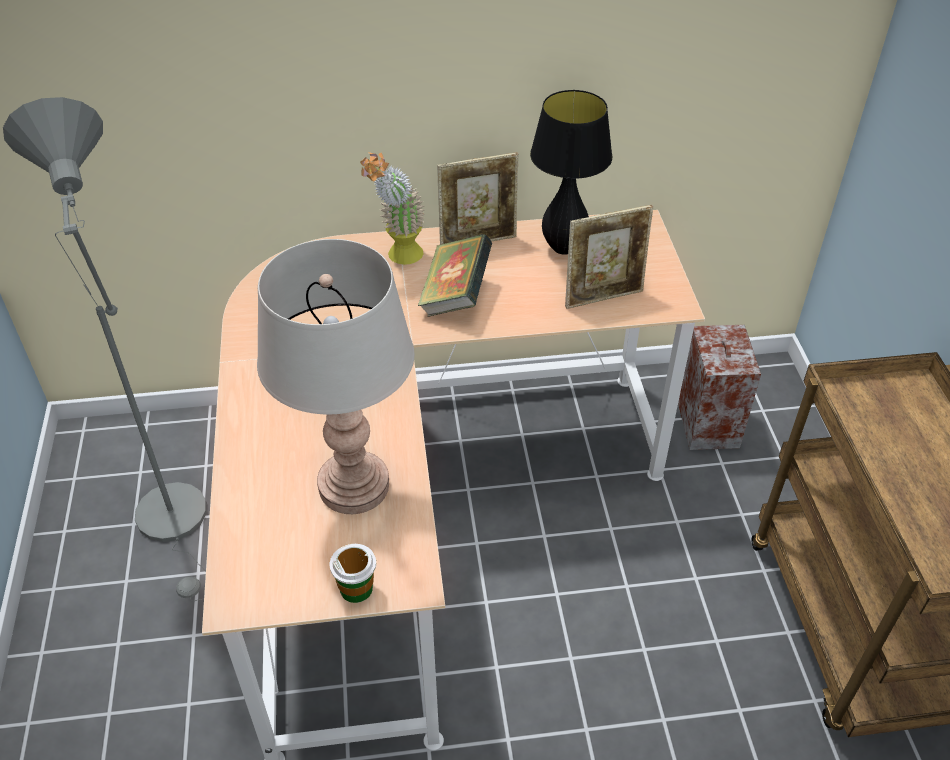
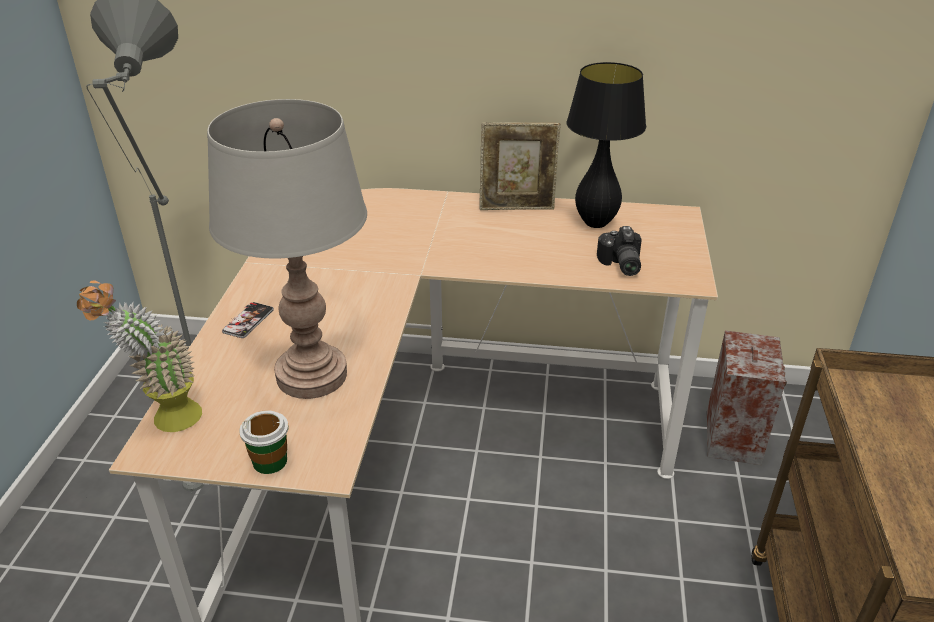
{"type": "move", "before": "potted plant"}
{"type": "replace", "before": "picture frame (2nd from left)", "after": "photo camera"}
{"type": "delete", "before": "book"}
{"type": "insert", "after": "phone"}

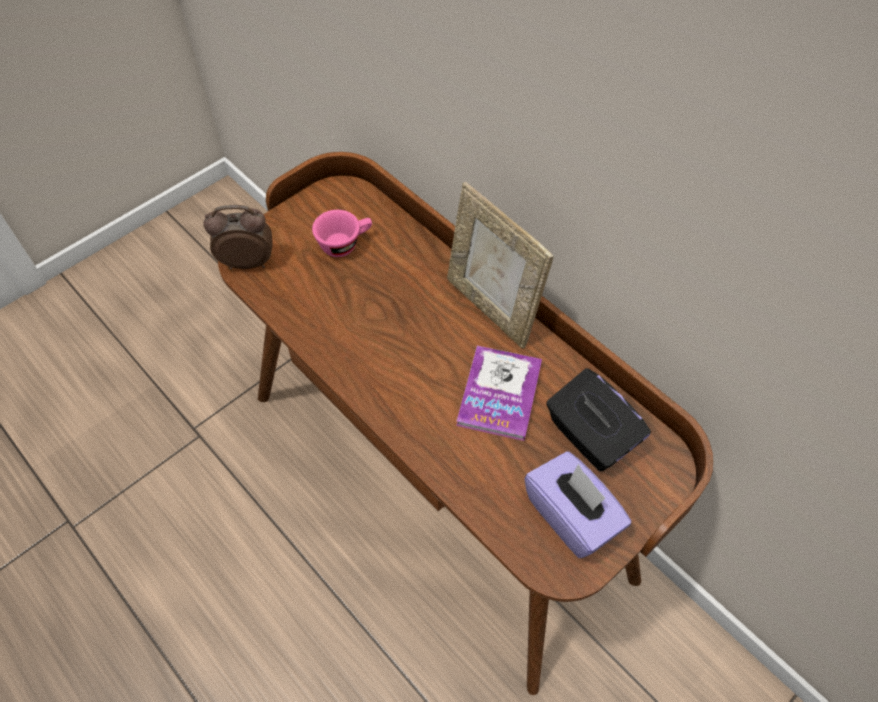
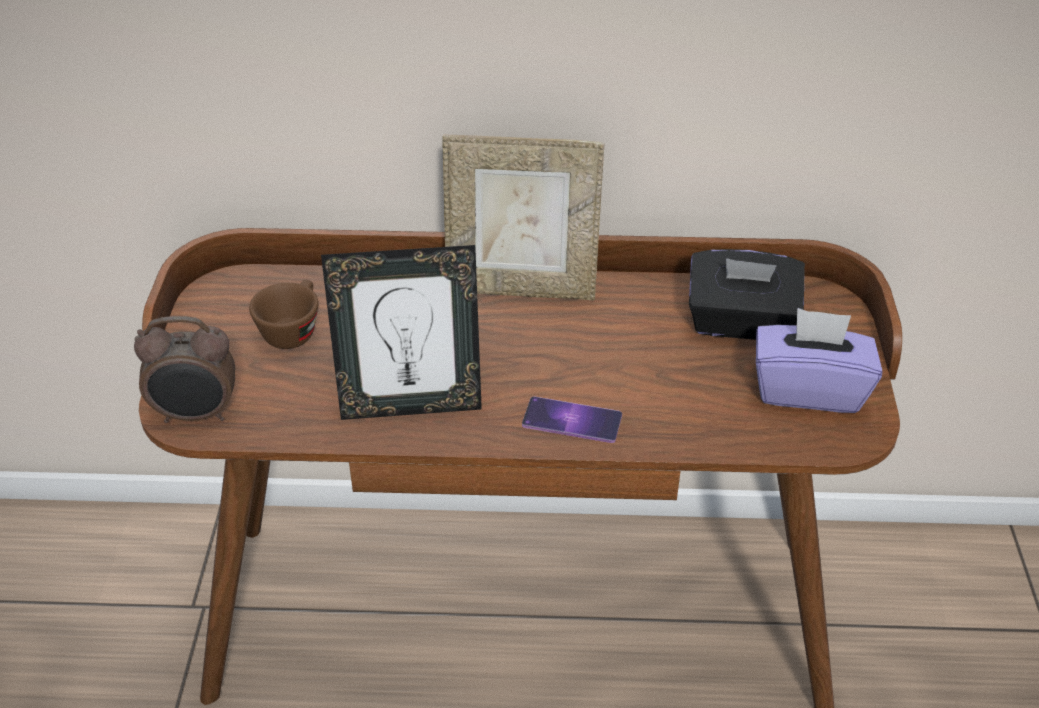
{"type": "rotate", "before": "alarm clock", "turn": -135}
{"type": "recolor", "before": "pink cup", "after": "brown cup"}
{"type": "delete", "before": "book"}
{"type": "insert", "after": "picture frame (1st from left)"}
{"type": "insert", "after": "phone"}

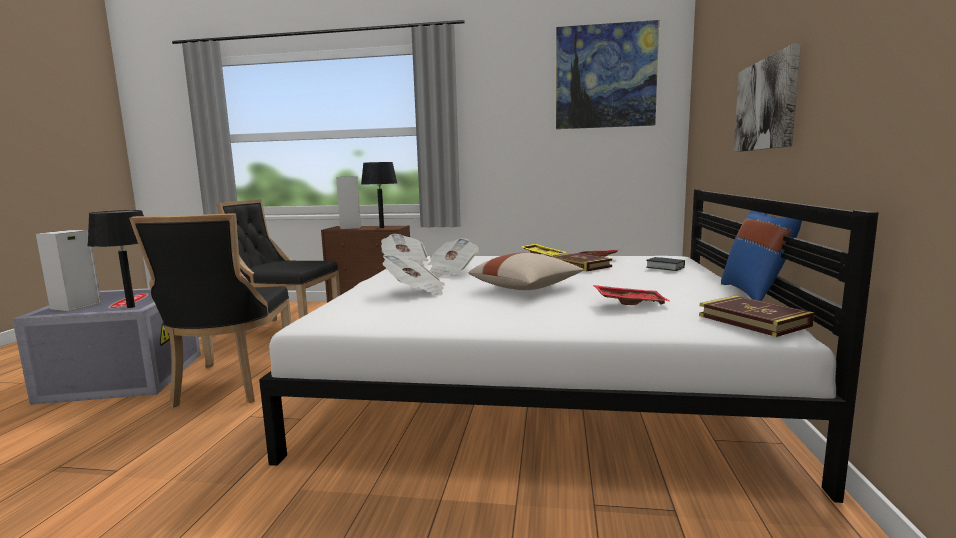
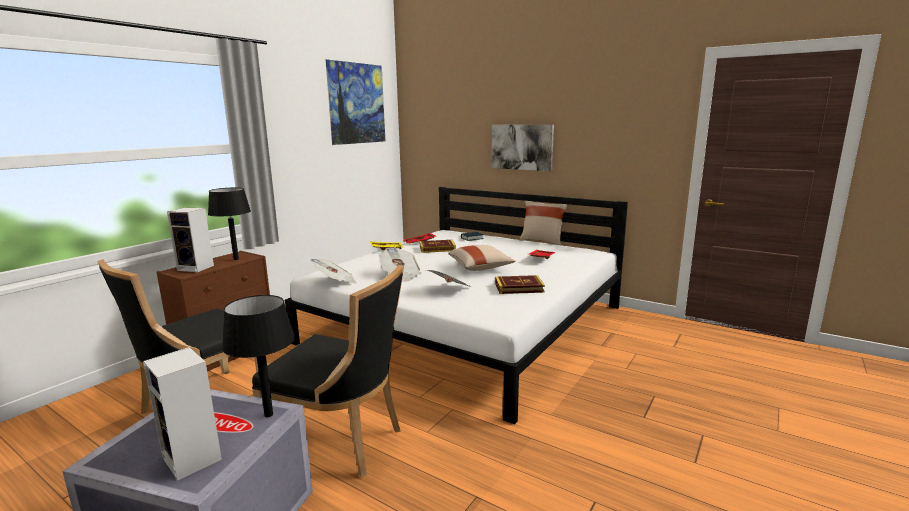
{"type": "recolor", "before": "blue pillow", "after": "beige pillow (2nd from left)"}
{"type": "move", "before": "book (3rd from left)"}

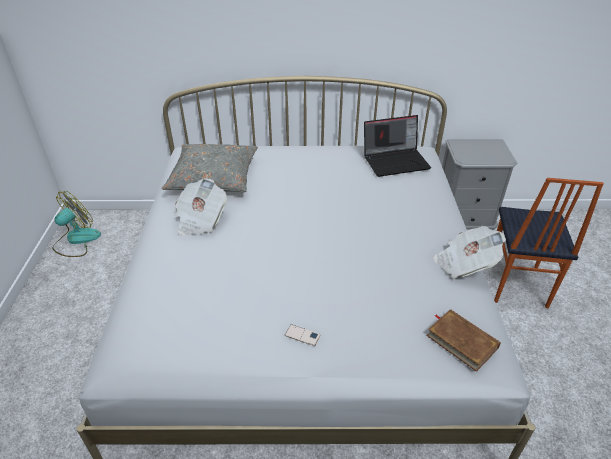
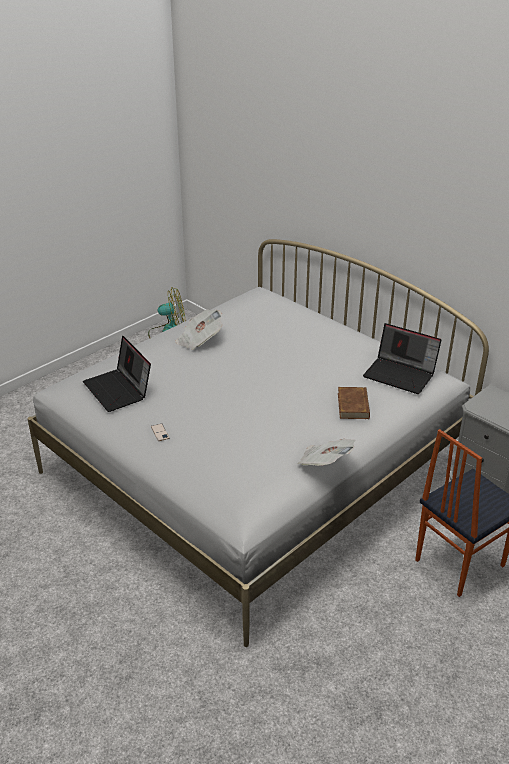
{"type": "delete", "before": "grey pillow"}
{"type": "move", "before": "brown book"}
{"type": "insert", "after": "laptop (1st from left)"}

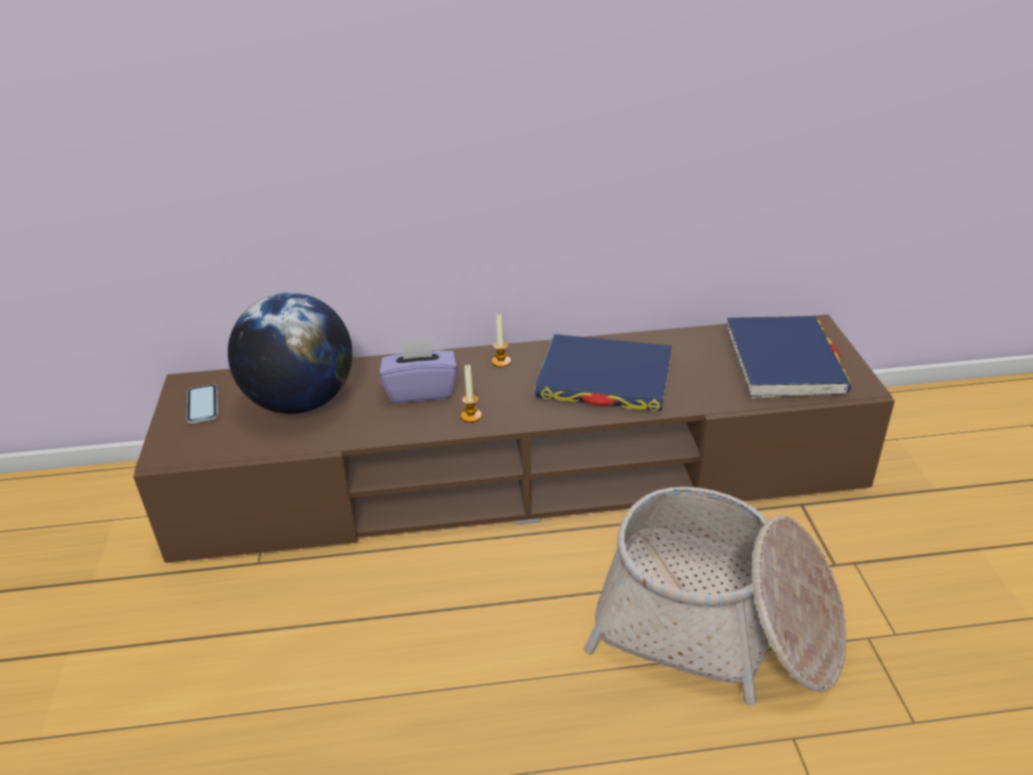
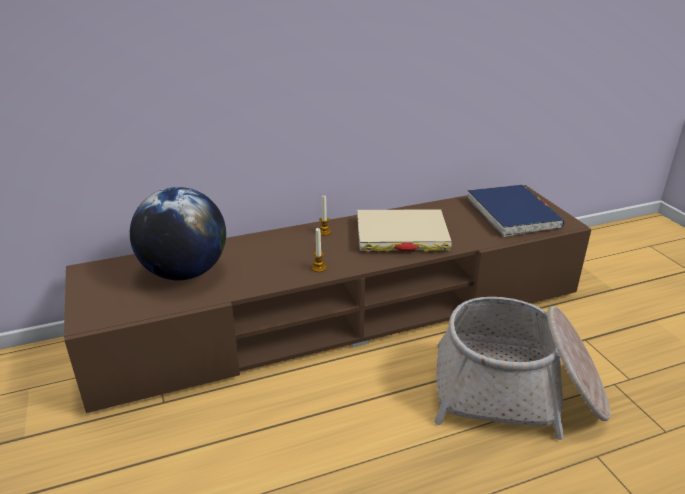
{"type": "recolor", "before": "blue book (1st from left)", "after": "beige book"}
{"type": "delete", "before": "purple tissue box"}
{"type": "delete", "before": "phone"}

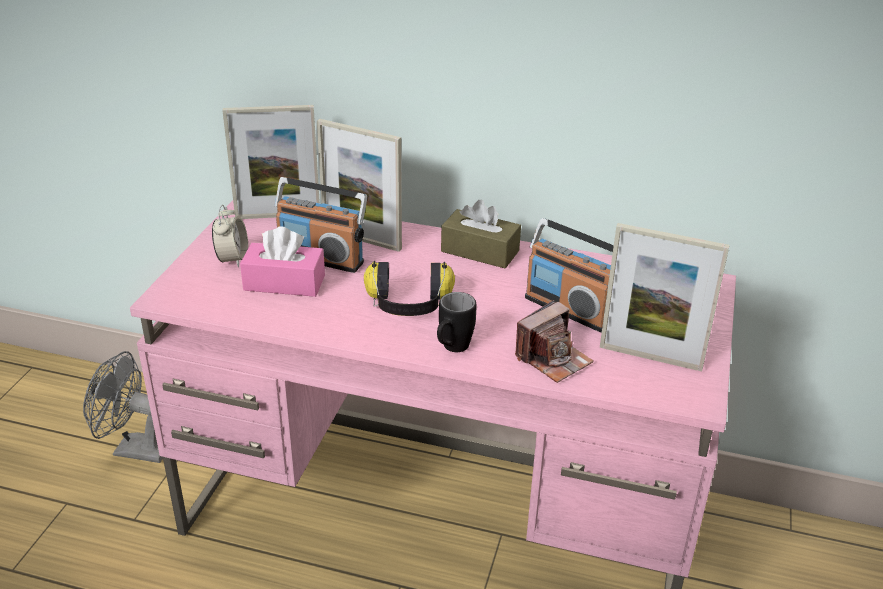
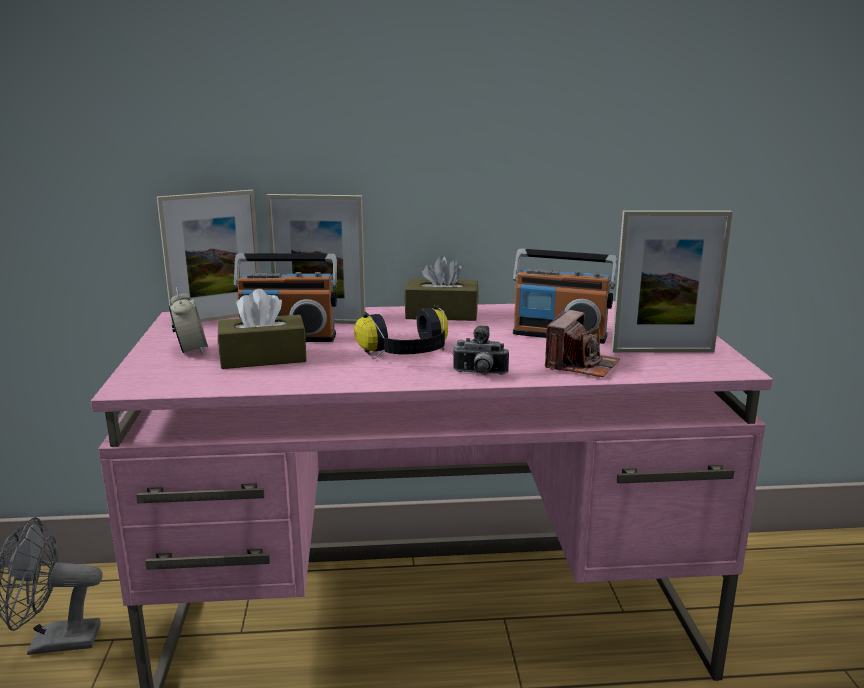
{"type": "recolor", "before": "pink tissue box", "after": "brown tissue box (1st from left)"}
{"type": "replace", "before": "black mug", "after": "photo camera (1st from left)"}

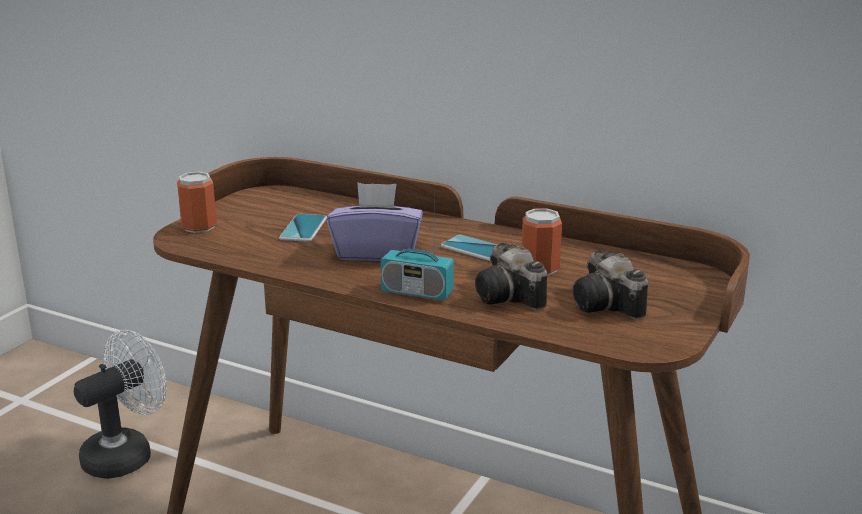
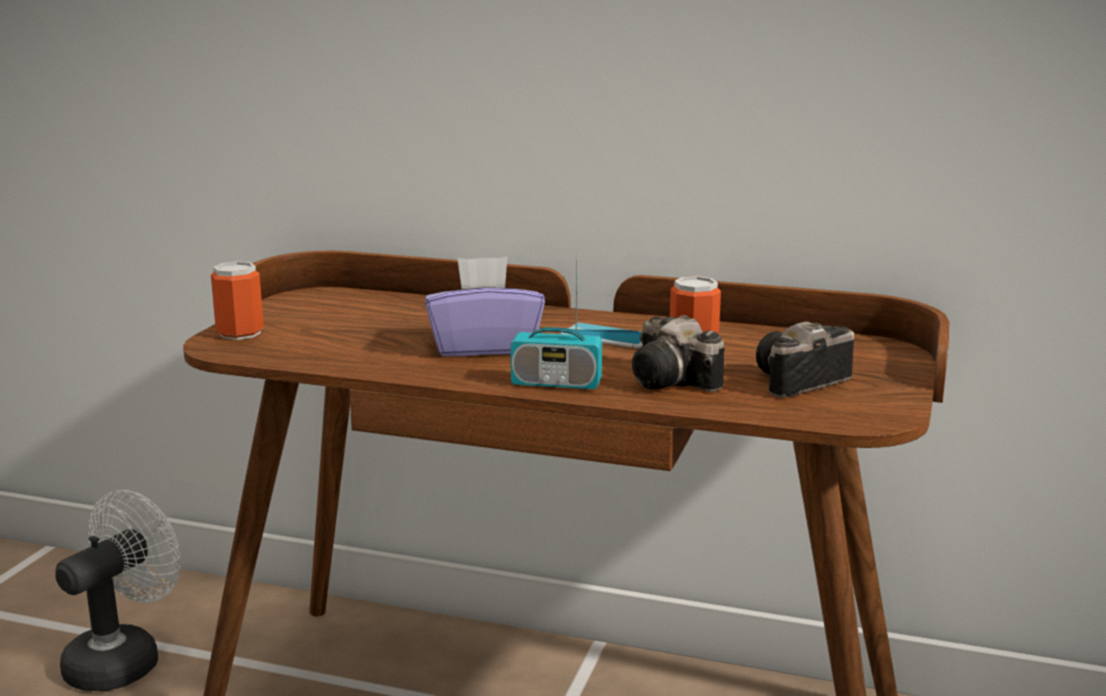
{"type": "delete", "before": "phone (1st from left)"}
{"type": "rotate", "before": "photo camera (2nd from left)", "turn": 90}

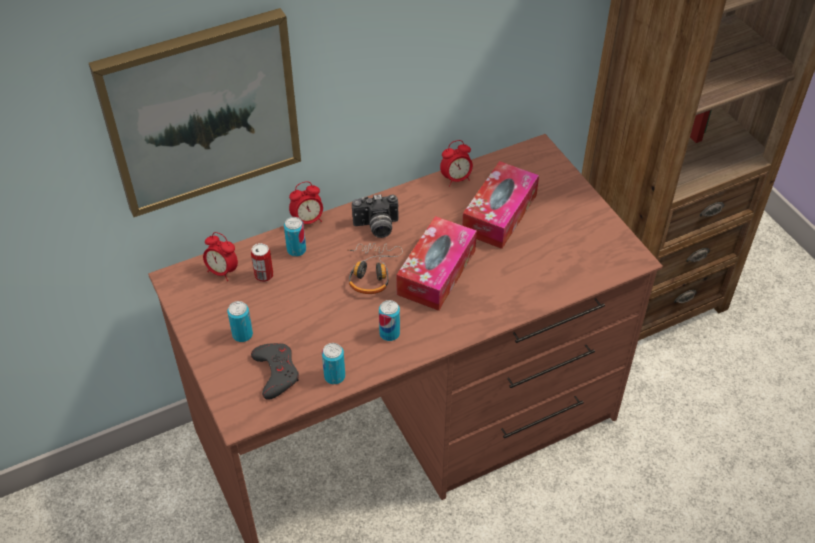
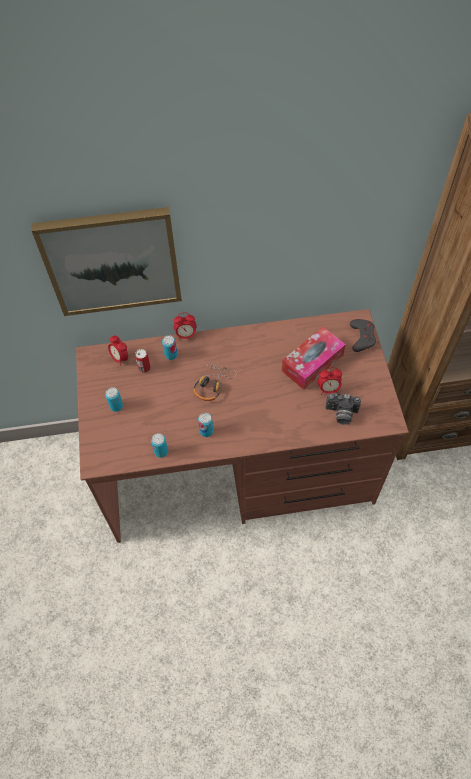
{"type": "move", "before": "alarm clock (3rd from left)"}
{"type": "move", "before": "photo camera"}
{"type": "delete", "before": "tissue box (1st from left)"}
{"type": "move", "before": "grey game controller"}

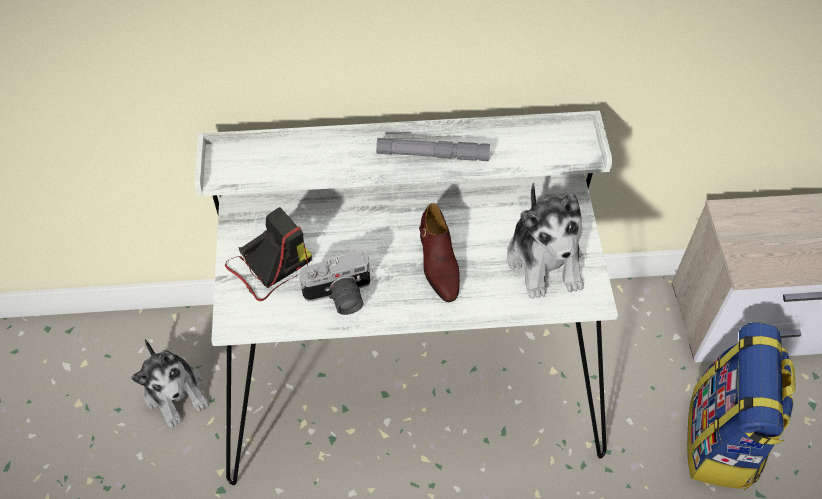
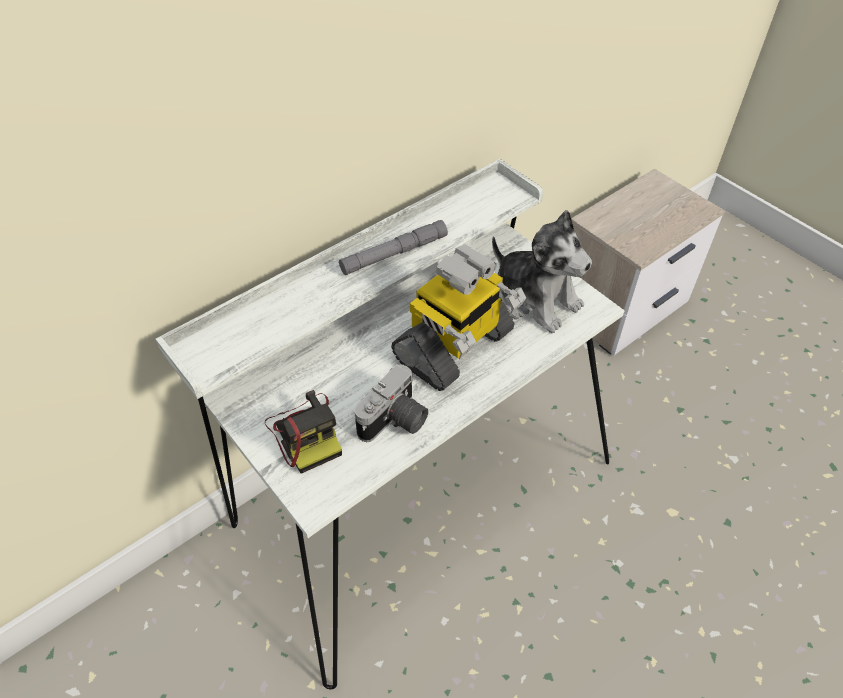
{"type": "replace", "before": "brown shoe", "after": "toy robot"}
{"type": "rotate", "before": "photo camera (1st from left)", "turn": 135}
{"type": "delete", "before": "backpack"}
{"type": "delete", "before": "plush toy (1st from left)"}

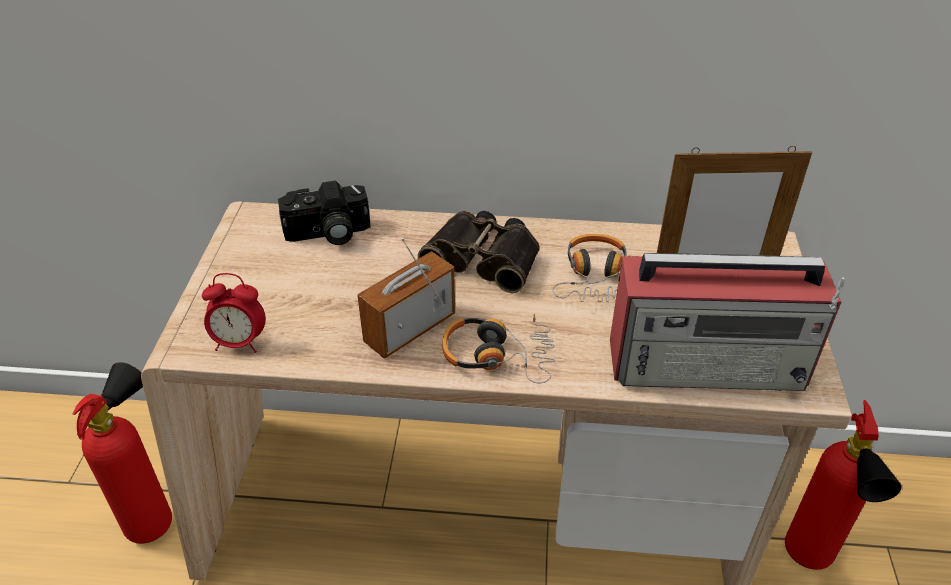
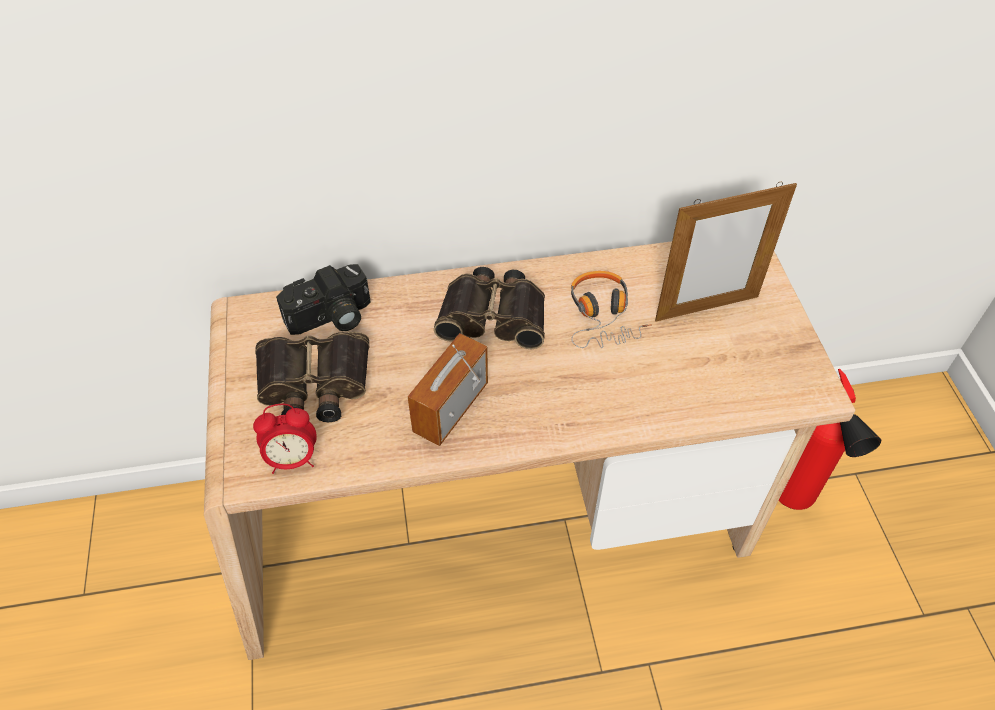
{"type": "delete", "before": "radio (2nd from left)"}
{"type": "delete", "before": "headphones (1st from left)"}
{"type": "delete", "before": "fire extinguisher (1st from left)"}
{"type": "insert", "after": "binoculars (1st from left)"}

